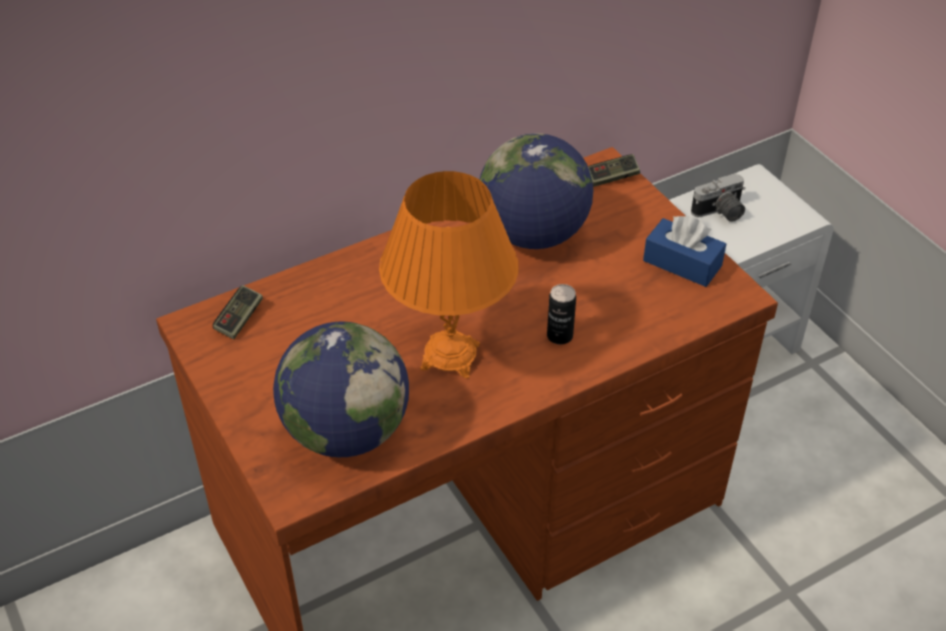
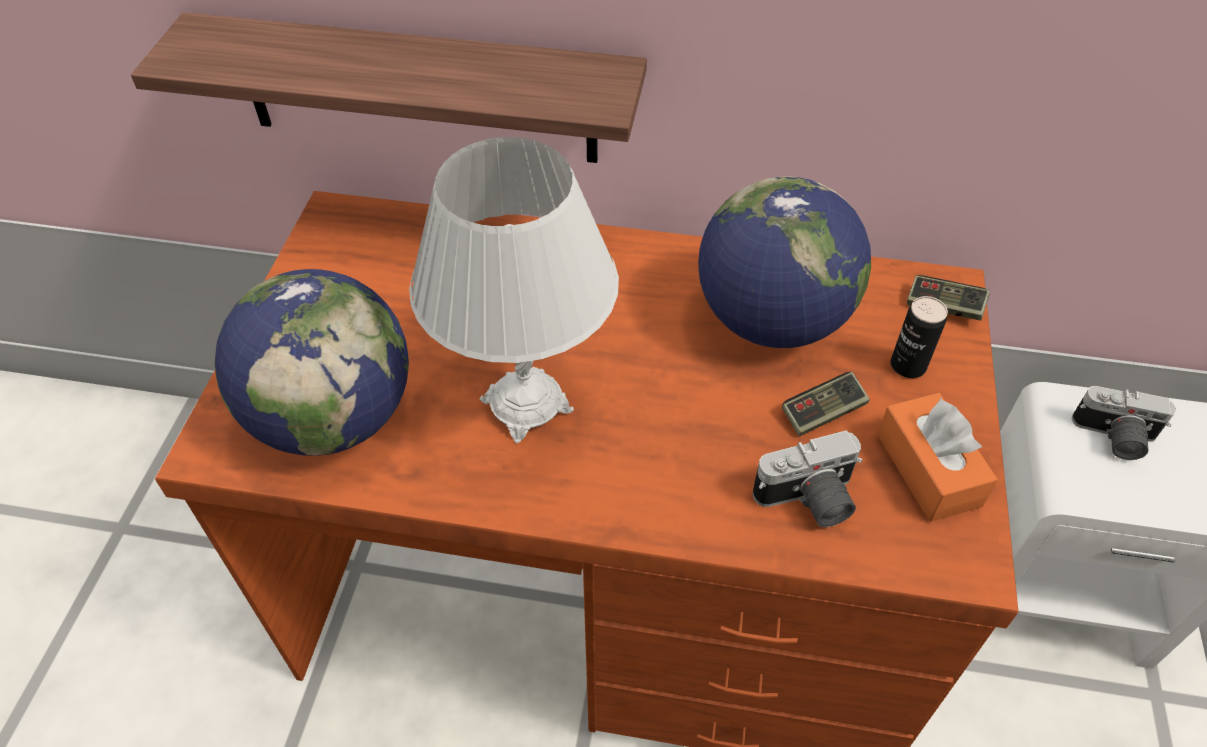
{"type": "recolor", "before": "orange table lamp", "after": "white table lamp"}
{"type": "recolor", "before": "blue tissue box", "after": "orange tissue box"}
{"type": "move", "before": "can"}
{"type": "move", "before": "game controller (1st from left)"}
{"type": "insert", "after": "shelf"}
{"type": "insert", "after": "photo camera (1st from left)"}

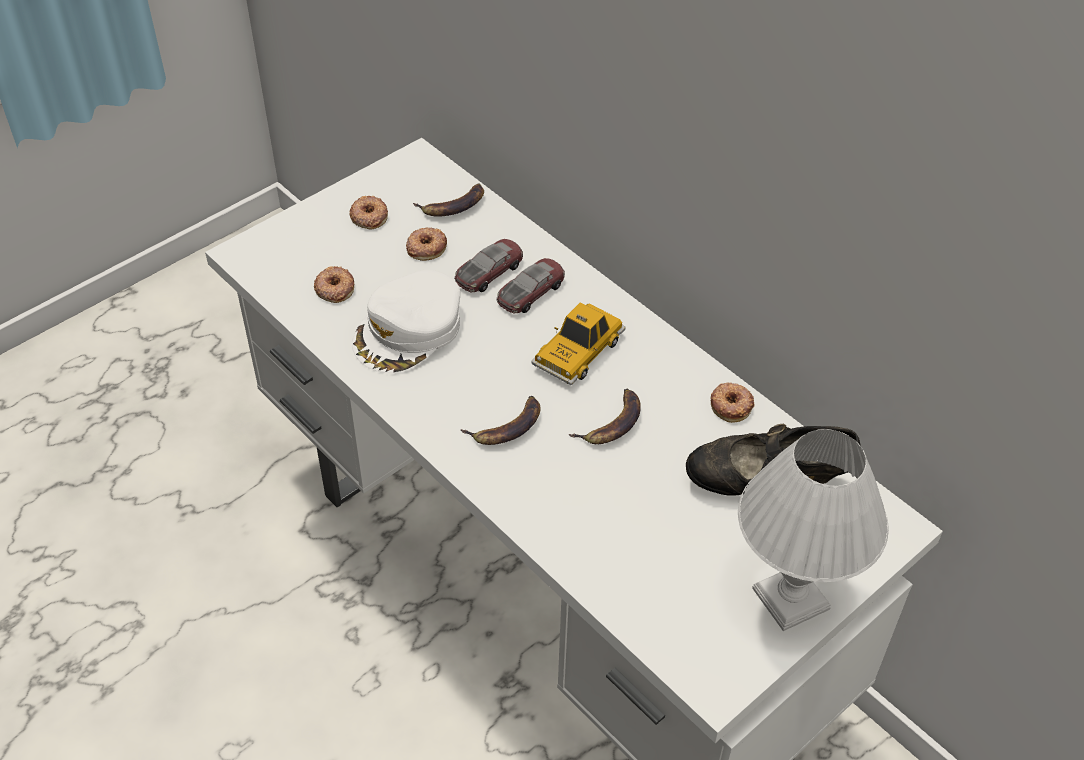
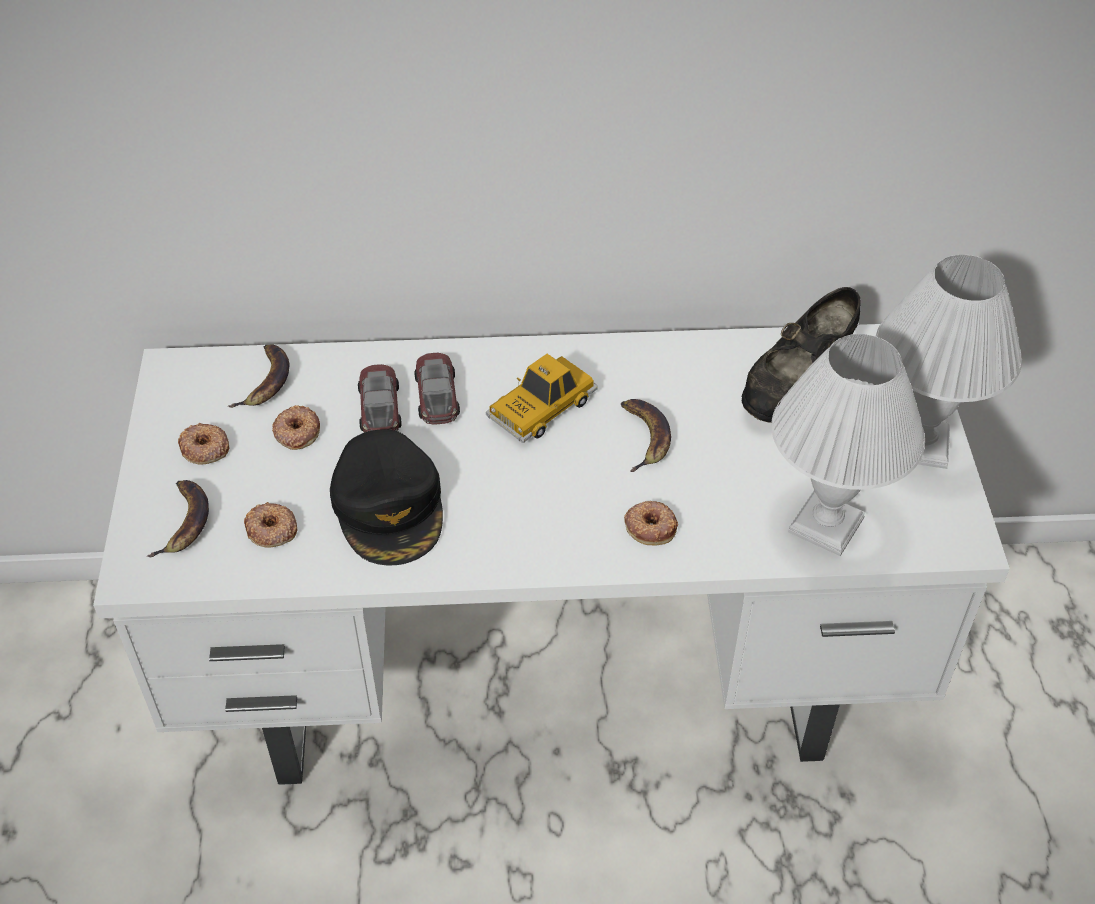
{"type": "recolor", "before": "white cap", "after": "black cap"}
{"type": "rotate", "before": "toy car (3rd from left)", "turn": 60}
{"type": "move", "before": "donut (4th from left)"}
{"type": "move", "before": "banana (2nd from left in the first image)", "after": "banana (1st from left)"}
{"type": "insert", "after": "white table lamp (1st from left)"}

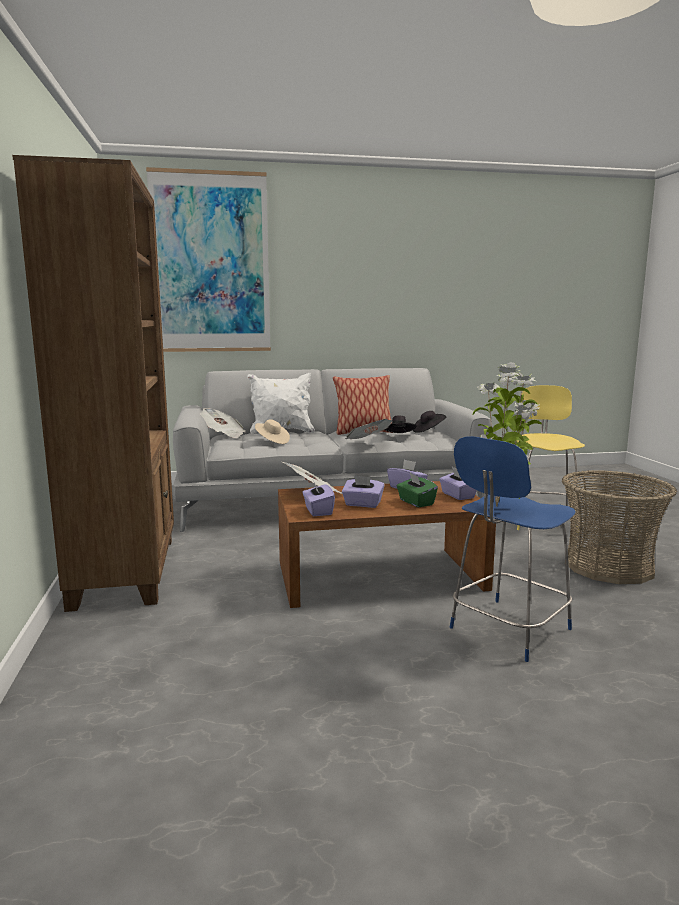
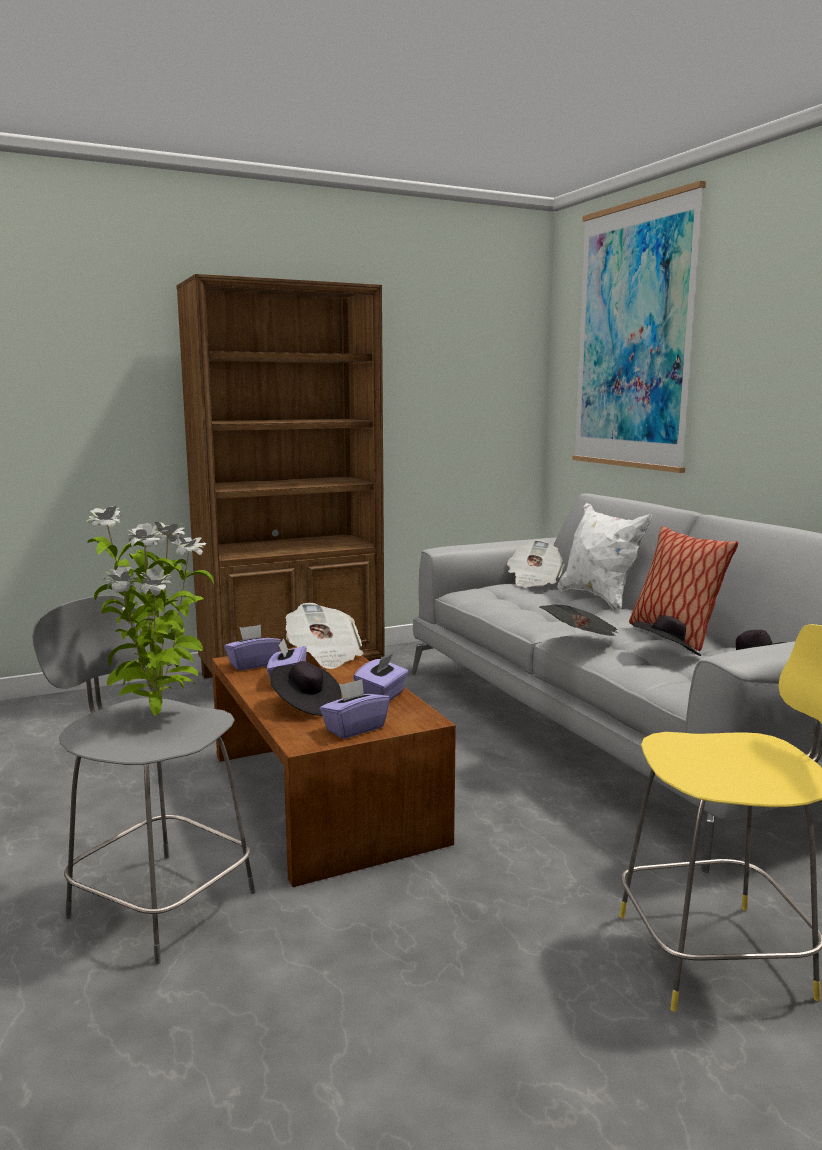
{"type": "delete", "before": "beige hat"}
{"type": "recolor", "before": "blue stool", "after": "grey stool"}
{"type": "delete", "before": "basket"}
{"type": "replace", "before": "green tissue box", "after": "black hat (1st from left)"}

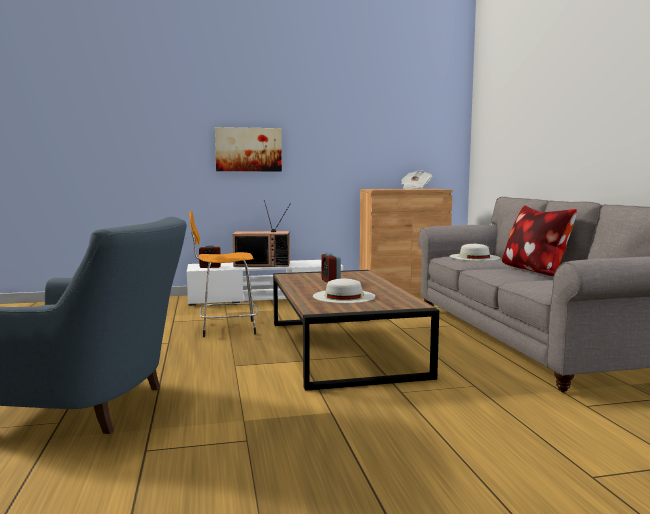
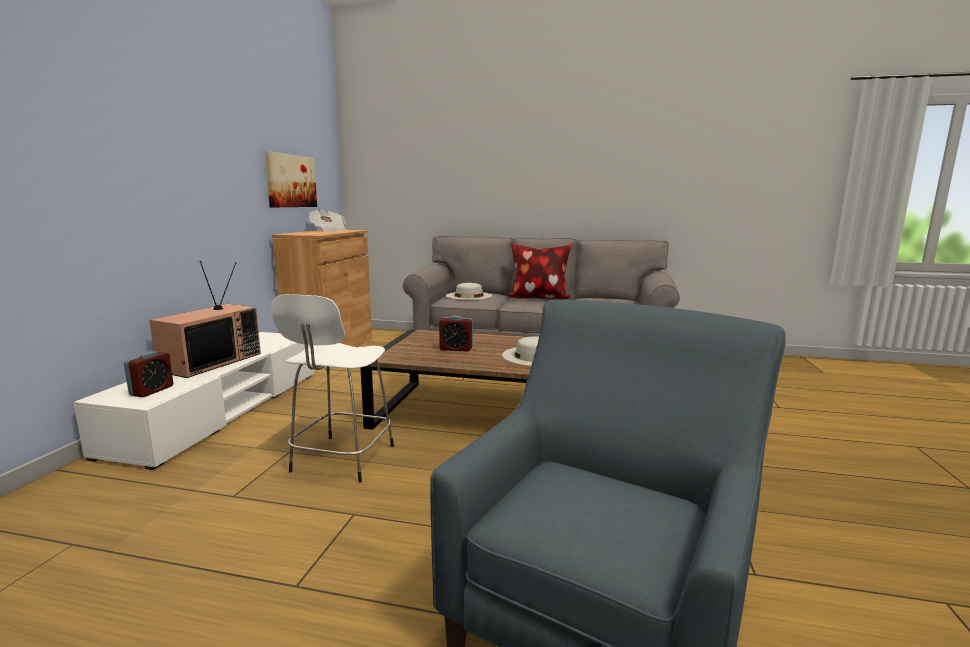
{"type": "move", "before": "picture"}
{"type": "recolor", "before": "orange stool", "after": "white stool"}

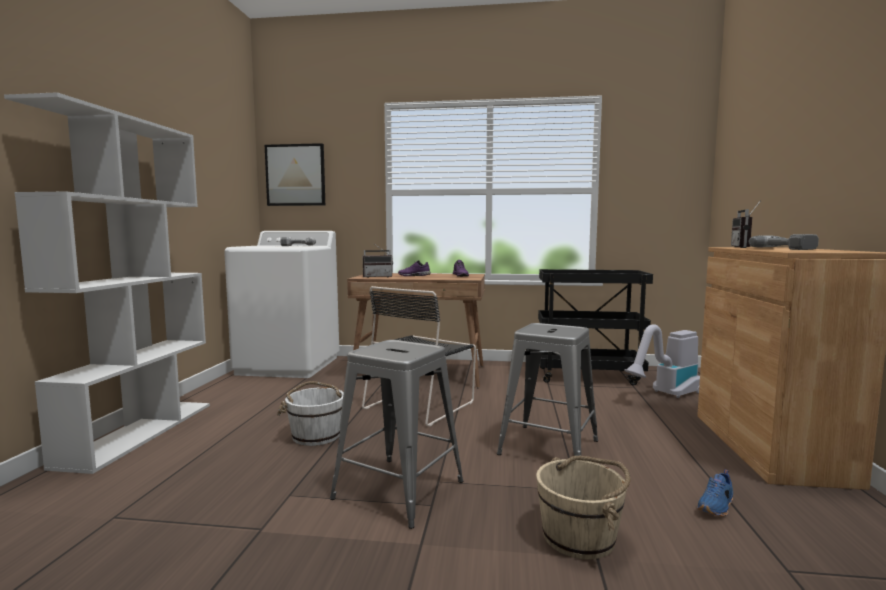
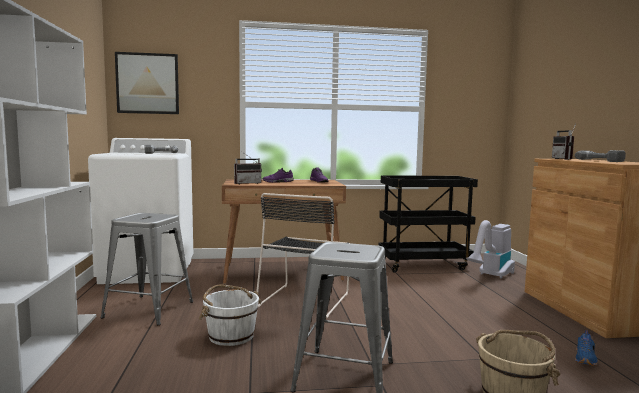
{"type": "move", "before": "grey stool (2nd from left in the first image)", "after": "grey stool (1st from left)"}

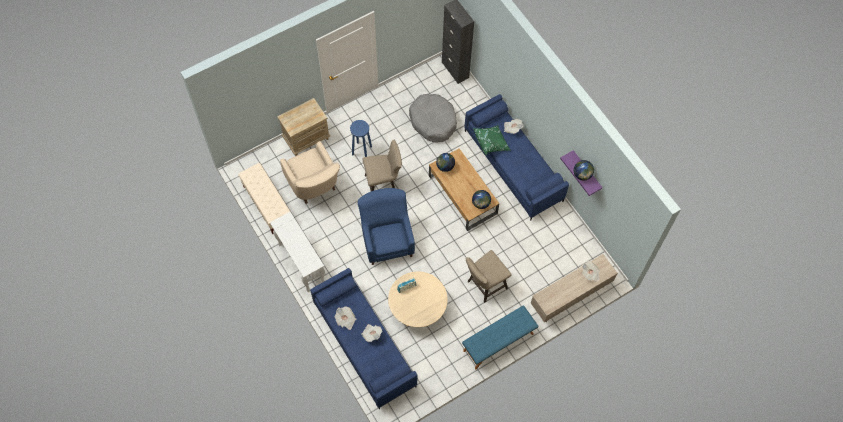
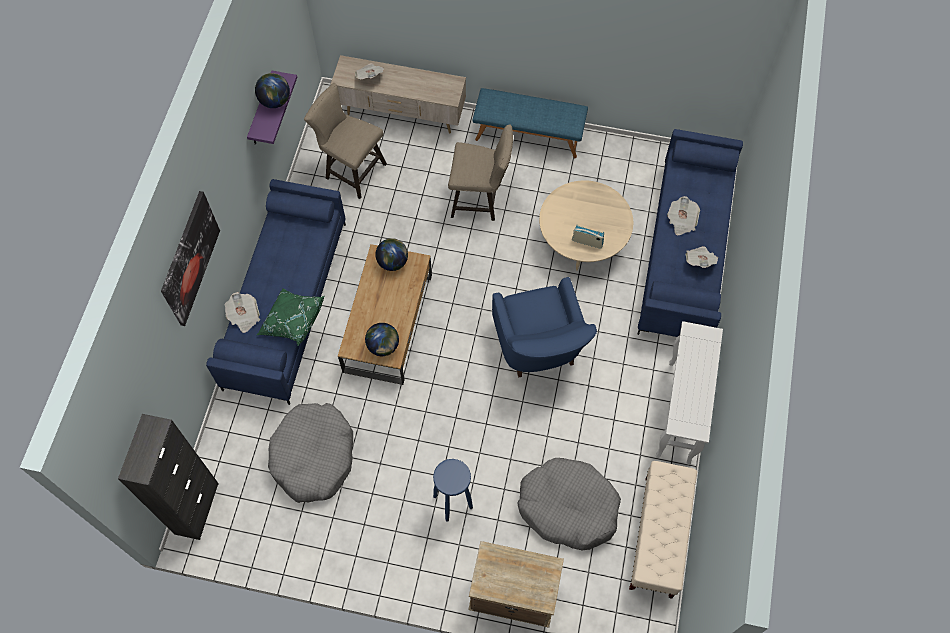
{"type": "move", "before": "beige stool (1st from left)"}
{"type": "replace", "before": "beige armchair", "after": "grey dog bed (2nd from left)"}
{"type": "rotate", "before": "blue armchair", "turn": -45}
{"type": "insert", "after": "picture"}

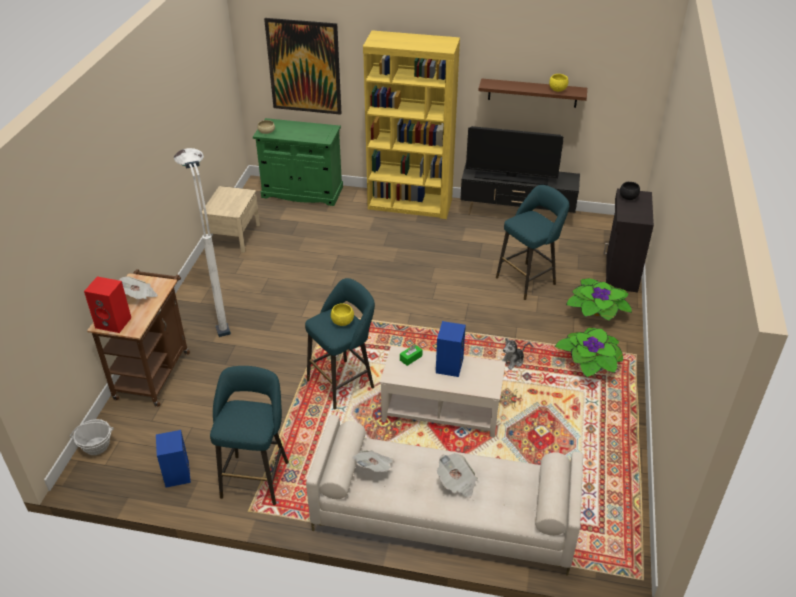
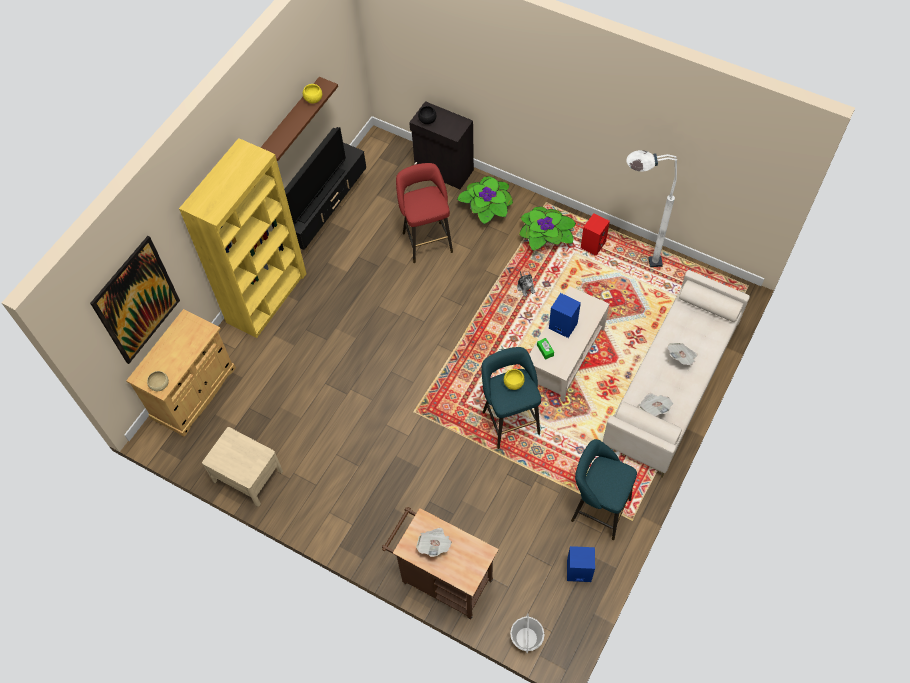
{"type": "recolor", "before": "green cabinet", "after": "beige cabinet"}
{"type": "move", "before": "white floor lamp"}
{"type": "recolor", "before": "turquoise stool (3rd from left)", "after": "red stool"}
{"type": "move", "before": "red speaker"}

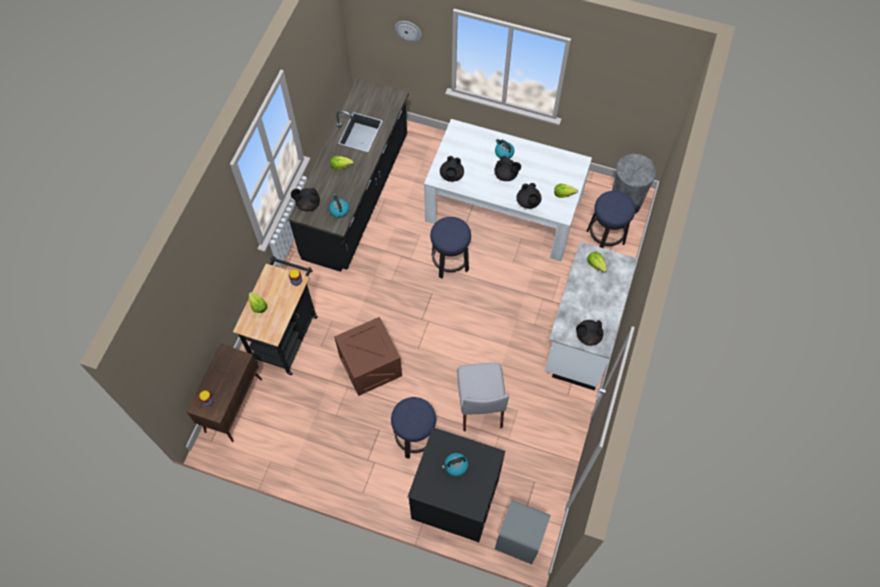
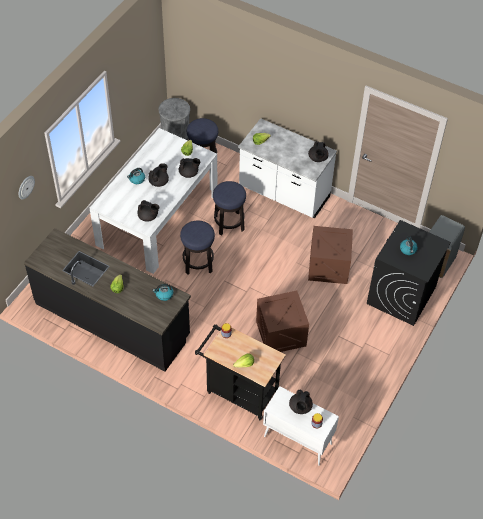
{"type": "move", "before": "black teapot (1st from left in the first image)", "after": "black teapot (4th from left)"}
{"type": "recolor", "before": "brown cabinet", "after": "white cabinet"}
{"type": "replace", "before": "grey chair", "after": "crate (2nd from left)"}
{"type": "move", "before": "stool (1st from left in the first image)", "after": "stool (3rd from left)"}

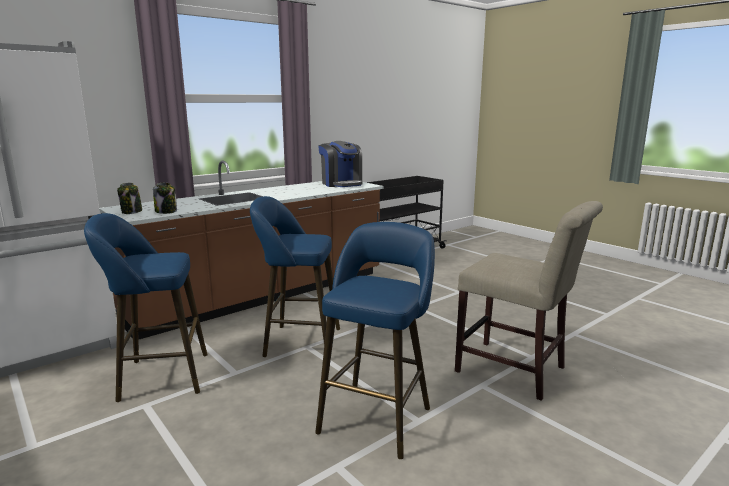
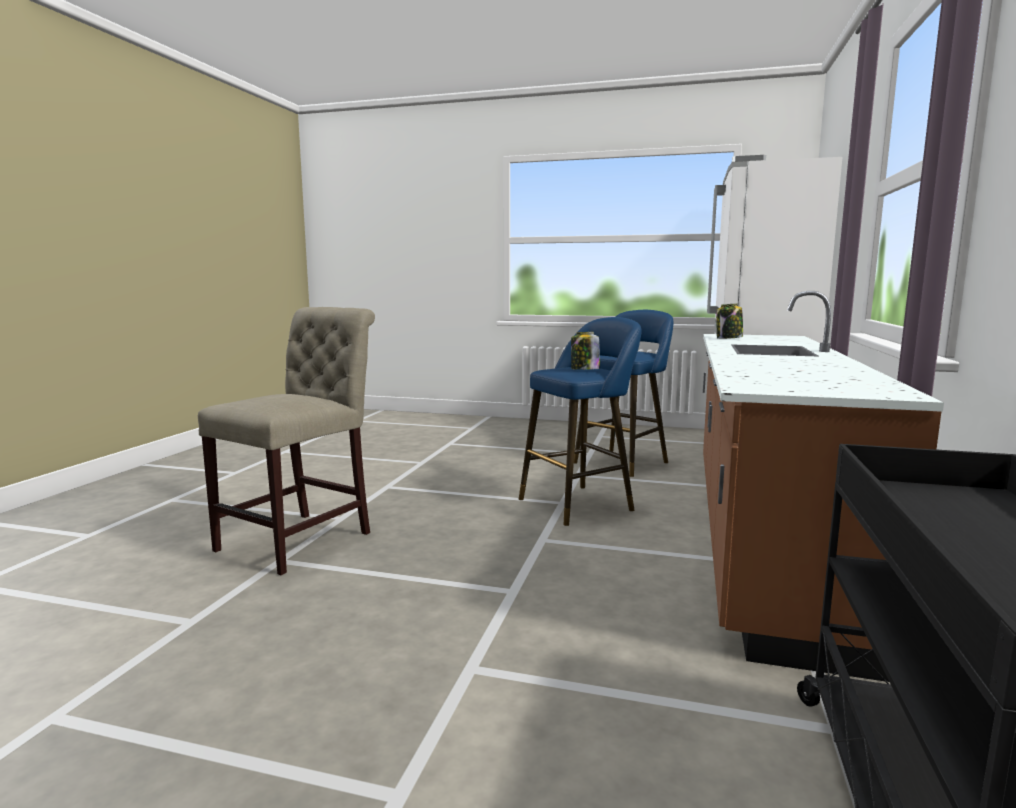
{"type": "delete", "before": "coffee machine"}
{"type": "move", "before": "jar (1st from left)"}
{"type": "rotate", "before": "beige chair", "turn": 120}
{"type": "delete", "before": "blue stool (3rd from left)"}

